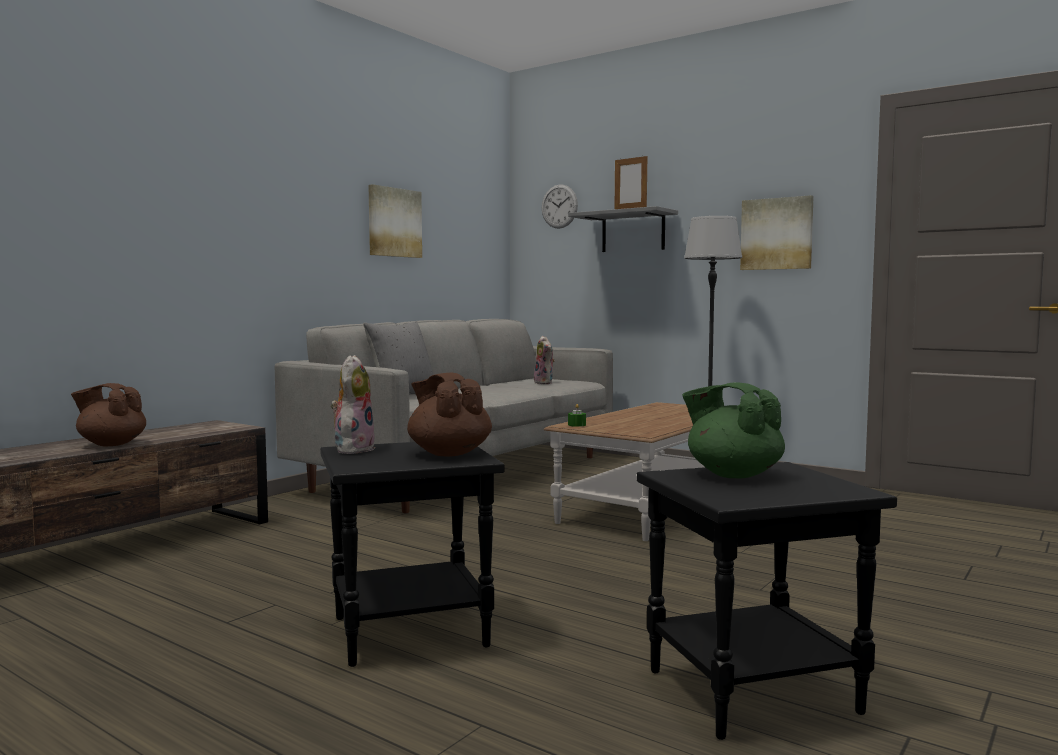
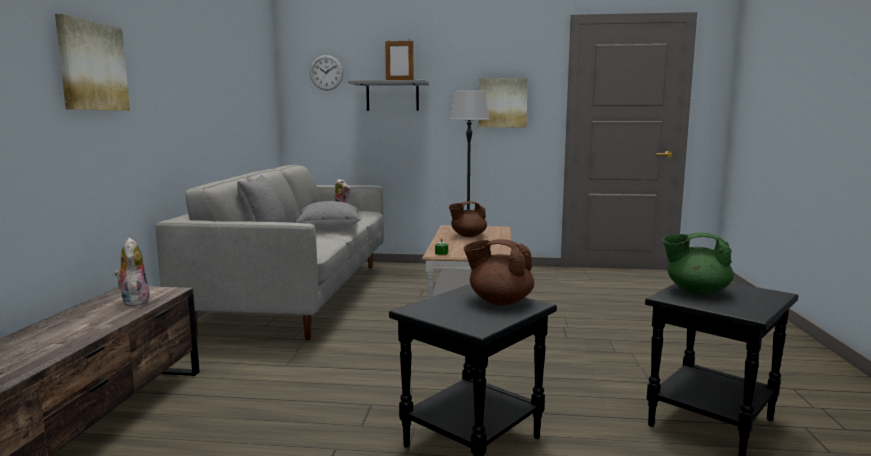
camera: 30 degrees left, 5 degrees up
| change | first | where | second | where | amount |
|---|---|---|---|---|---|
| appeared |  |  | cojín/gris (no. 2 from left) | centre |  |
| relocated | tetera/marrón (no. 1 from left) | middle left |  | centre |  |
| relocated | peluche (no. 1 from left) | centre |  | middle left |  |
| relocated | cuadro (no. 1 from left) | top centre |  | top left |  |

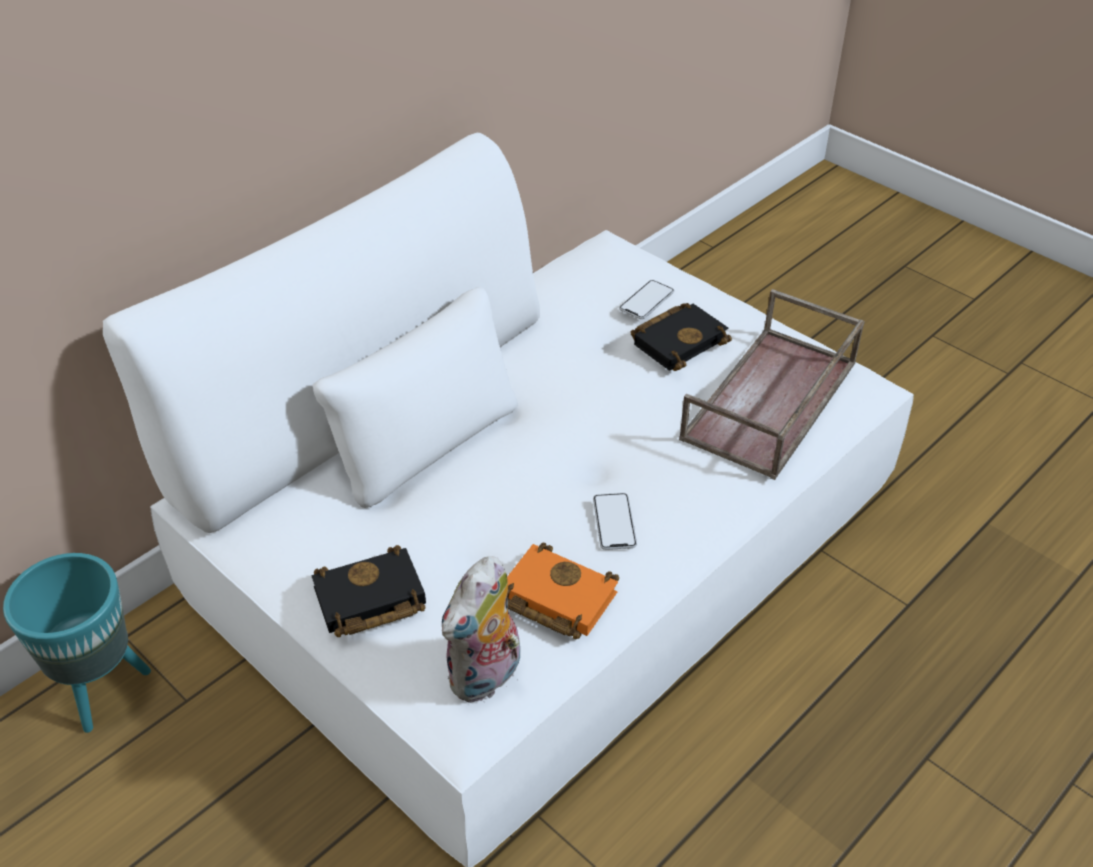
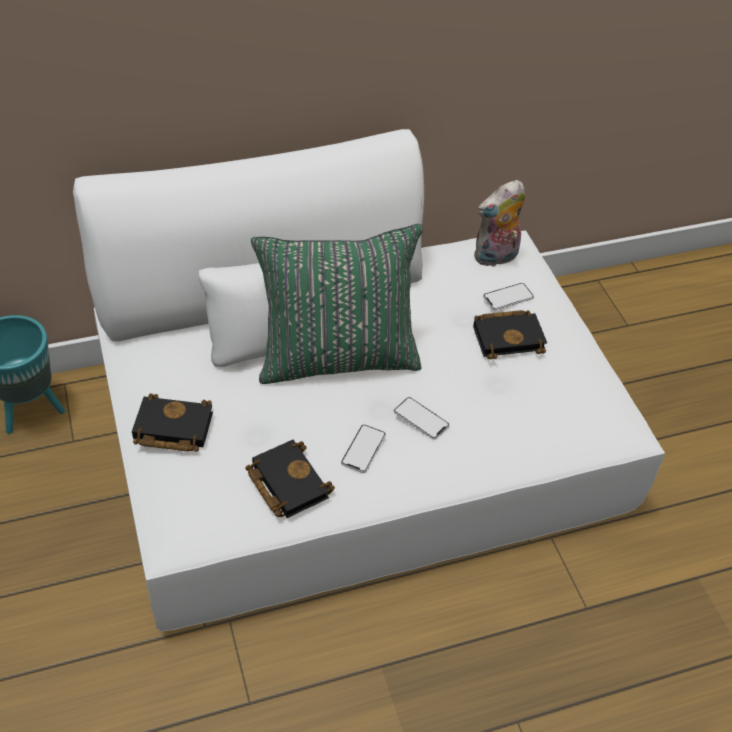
camera: 25 degrees right, 5 degrees up
| change | first | where | second | where | amount |
|---|---|---|---|---|---|
| missing | bandeja/marrón | middle right |  |  |  |
| appeared |  |  | cojín/verde | centre |  |
| appeared |  |  | móvil (no. 2 from left) | centre |  |
| relocated | peluche | bottom centre |  | top right |  |
| colour | libro/naranja | bottom centre | libro/negro (no. 2 from left) | centre |  |

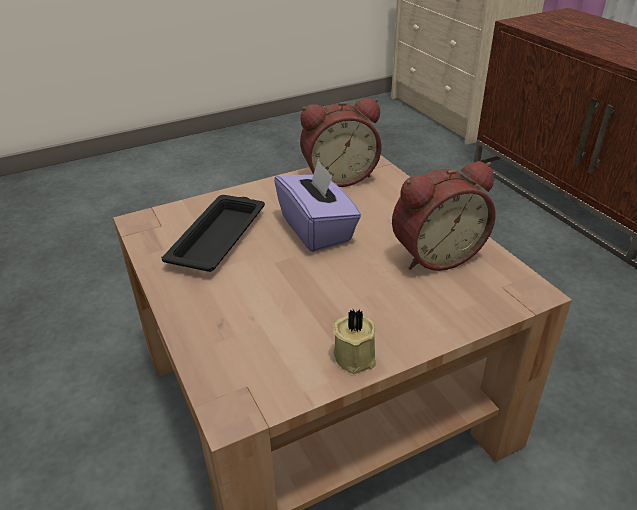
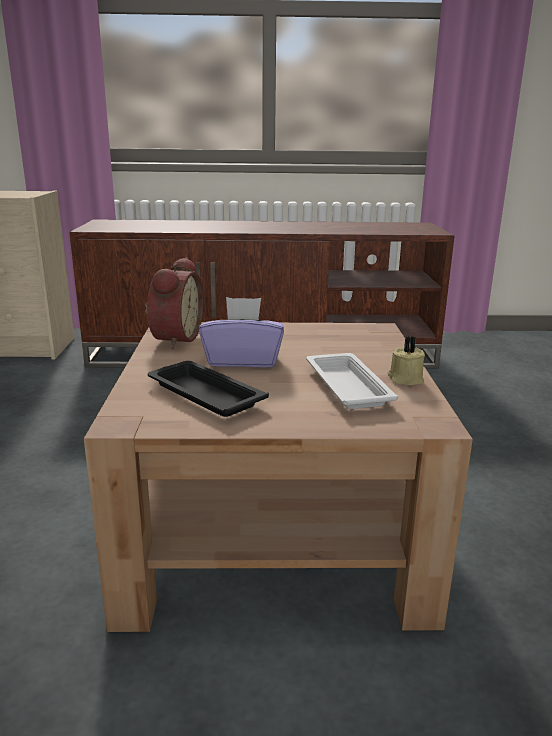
camera: 65 degrees left, 15 degrees down
| change | first | where | second | where | amount |
|---|---|---|---|---|---|
| missing | despertador (no. 2 from left) | middle right |  |  |  |
| appeared |  |  | bandeja/blanco | centre |  |

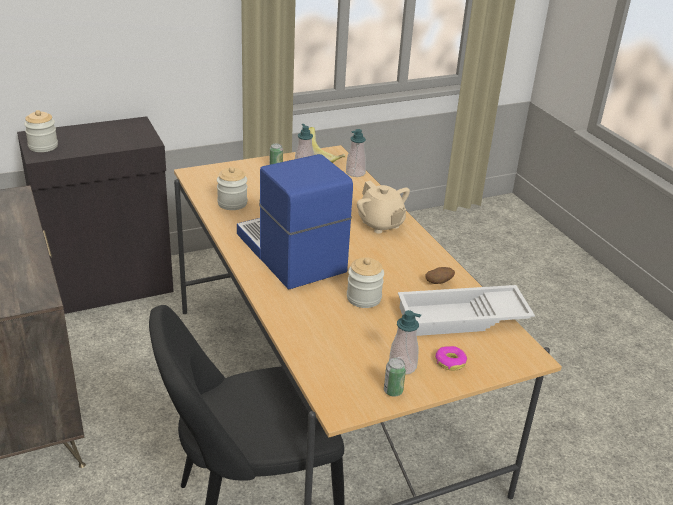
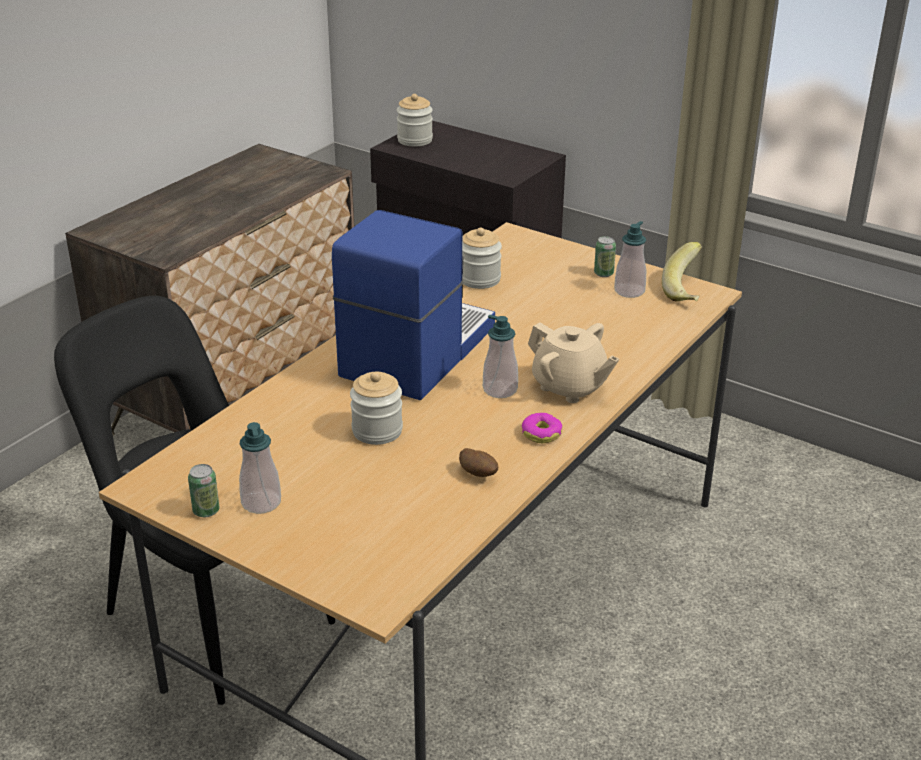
camera: 60 degrees right, 0 degrees up
| change | first | where | second | where | amount |
|---|---|---|---|---|---|
| missing | bandeja/blanco | middle right |  |  |  |
| relocated | dispensador de jabón (no. 2 from left) | top centre |  | centre |  |
| relocated | rosquilla | bottom right |  | centre |  |
| spun | tetera/beis | centre |  | centre | 75 degrees counterclockwise |

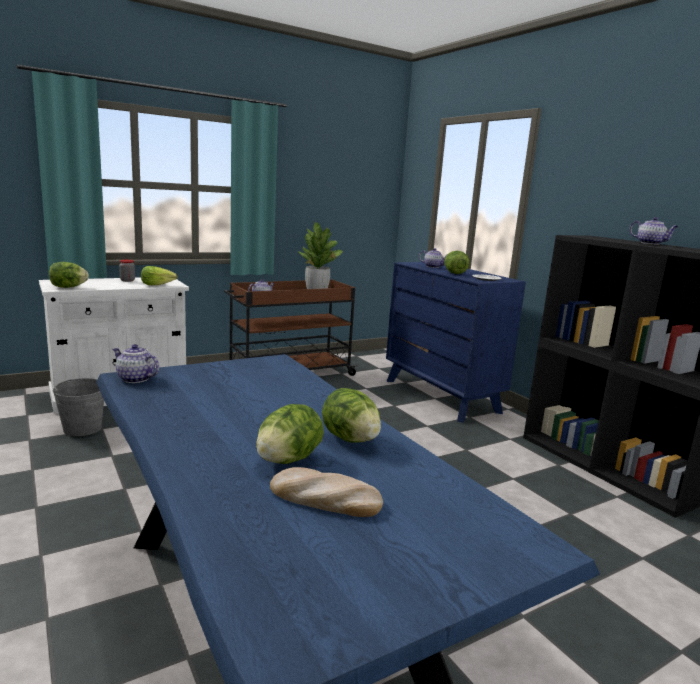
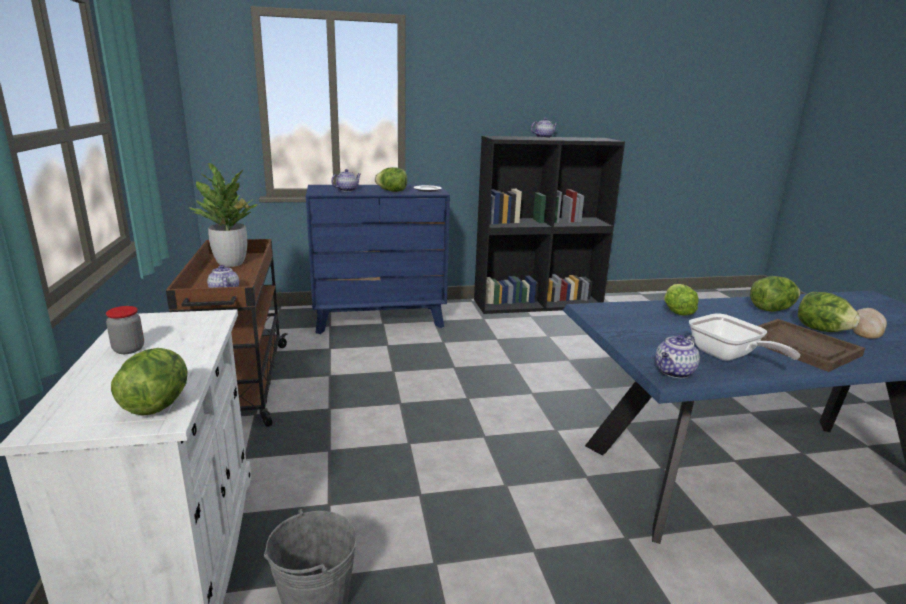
camera: 70 degrees left, 5 degrees up
| change | first | where | second | where | amount |
|---|---|---|---|---|---|
| appeared |  |  | sartén | middle right |  |
| appeared |  |  | bandeja/marrón | middle right |  |
| relocated | lechuga (no. 2 from left in the first image) | middle left | lechuga (no. 3 from left) | middle right |  |

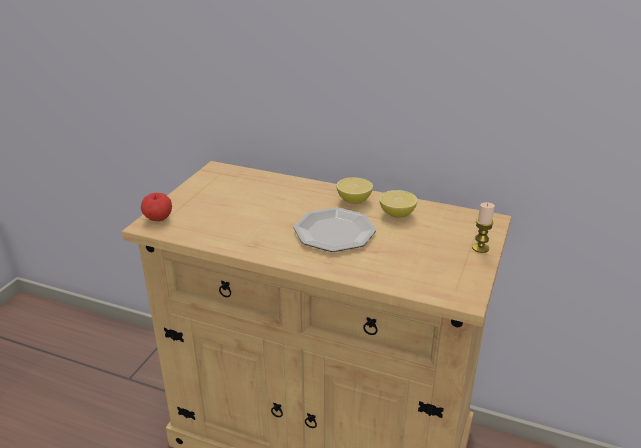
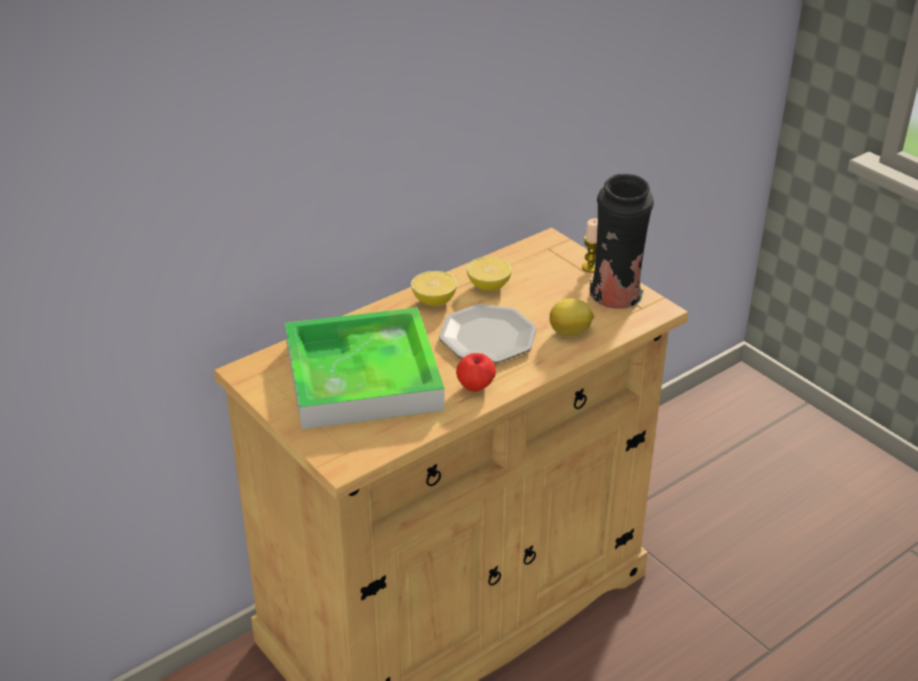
camera: 60 degrees left, 5 degrees up
| change | first | where | second | where | amount |
|---|---|---|---|---|---|
| appeared |  |  | bandeja | centre |  |
| appeared |  |  | limón (no. 3 from left) | centre |  |
| appeared |  |  | florero/negro | middle right |  |
| relocated | manzana | middle left |  | centre |  |

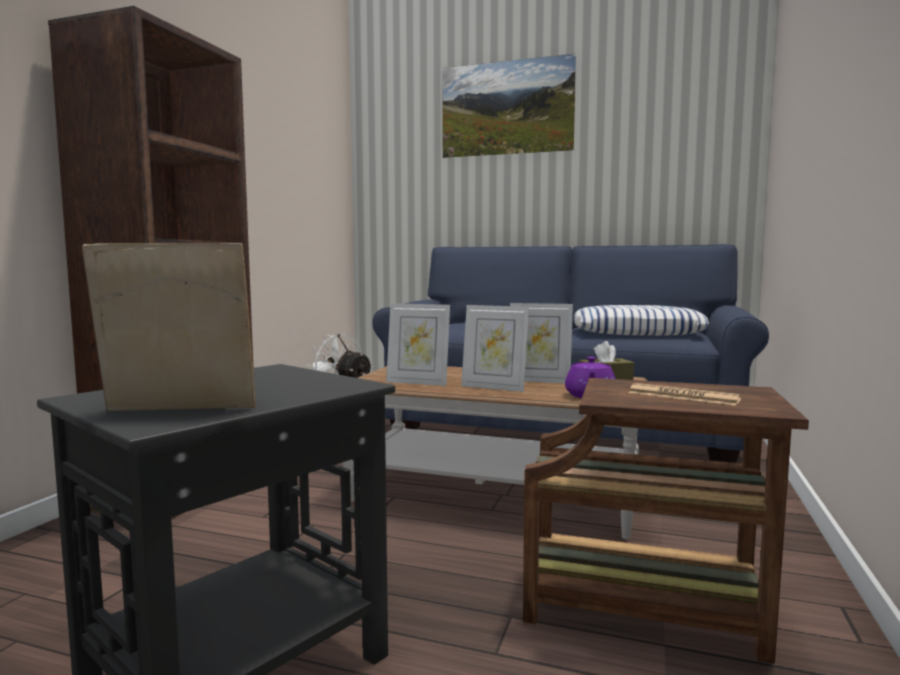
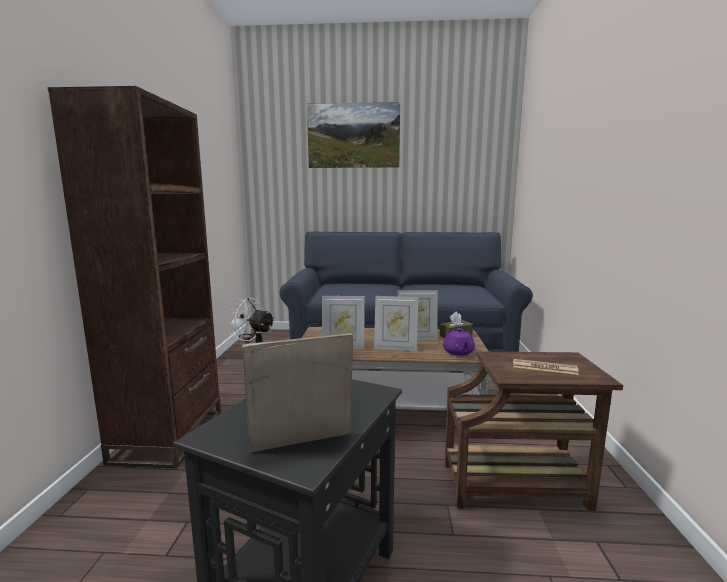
camera: 15 degrees left, 5 degrees up
| change | first | where | second | where | amount |
|---|---|---|---|---|---|
| missing | cojín | middle right |  |  |  |

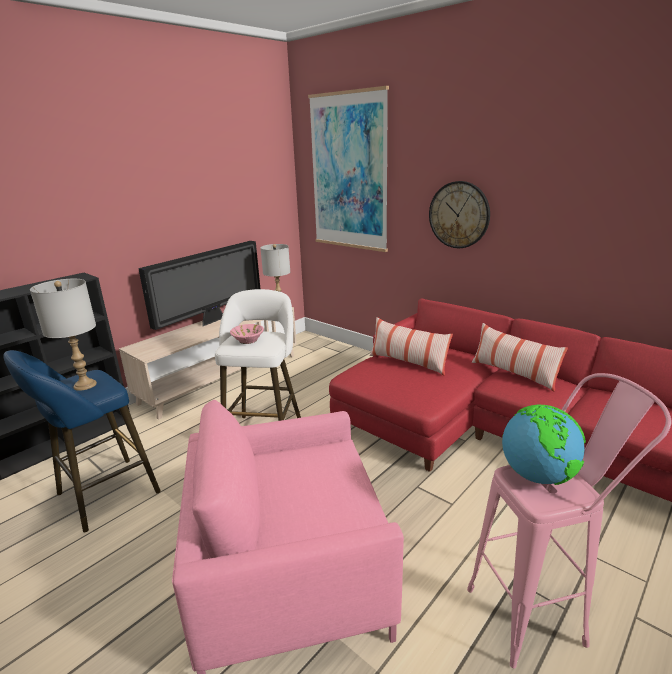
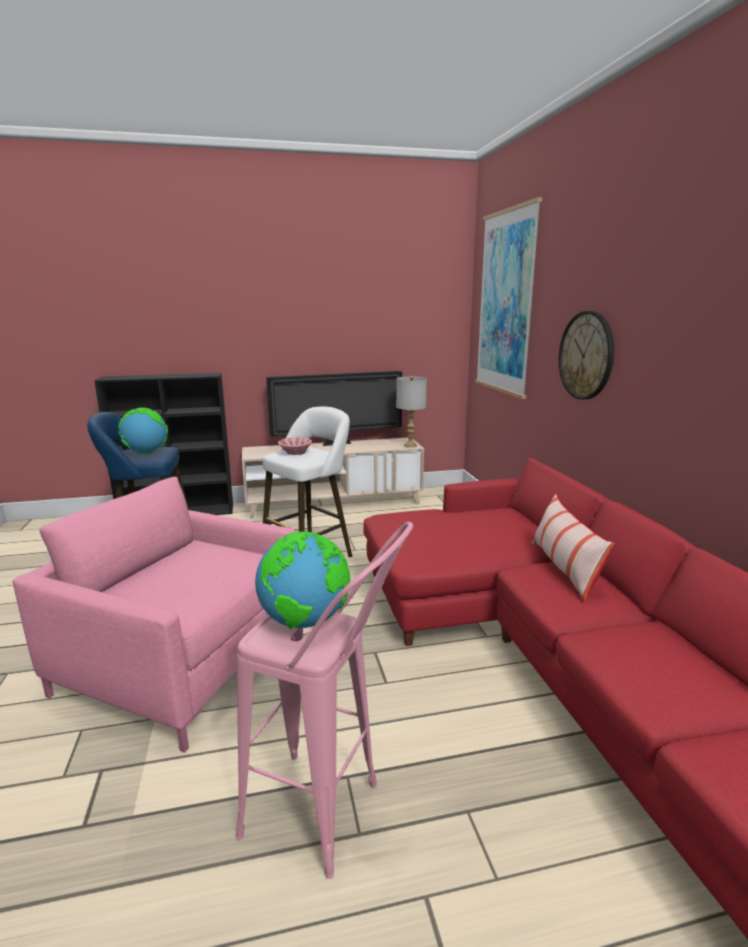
camera: 35 degrees right, 5 degrees down
| change | first | where | second | where | amount |
|---|---|---|---|---|---|
| missing | cojín (no. 1 from left) | centre |  |  |  |
| exchanged | lámpara de mesa/gris (no. 1 from left) | middle left | globo terráqueo (no. 1 from left) | middle left |  |

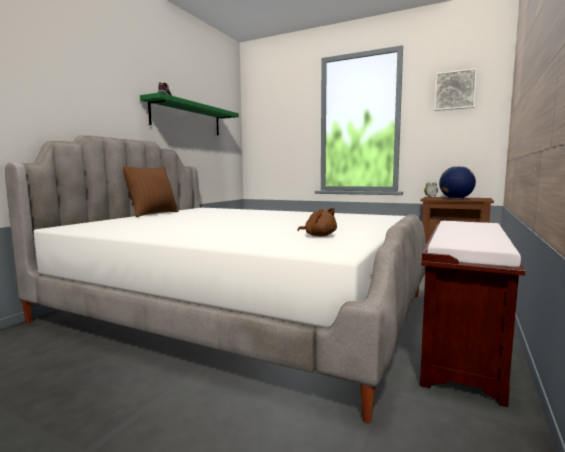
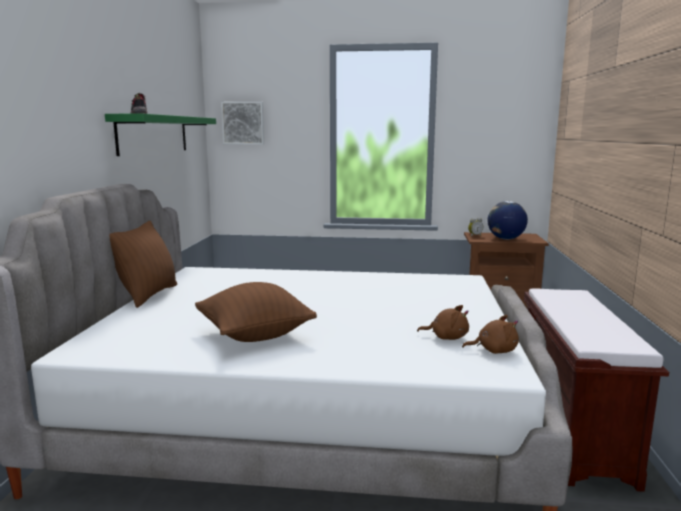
camera: 20 degrees left, 5 degrees up
| change | first | where | second | where | amount |
|---|---|---|---|---|---|
| appeared |  |  | cojín/marrón (no. 2 from left) | centre |  |
| appeared |  |  | peluche/marrón (no. 2 from left) | middle right |  |
| relocated | cuadro | top right |  | top centre |  |

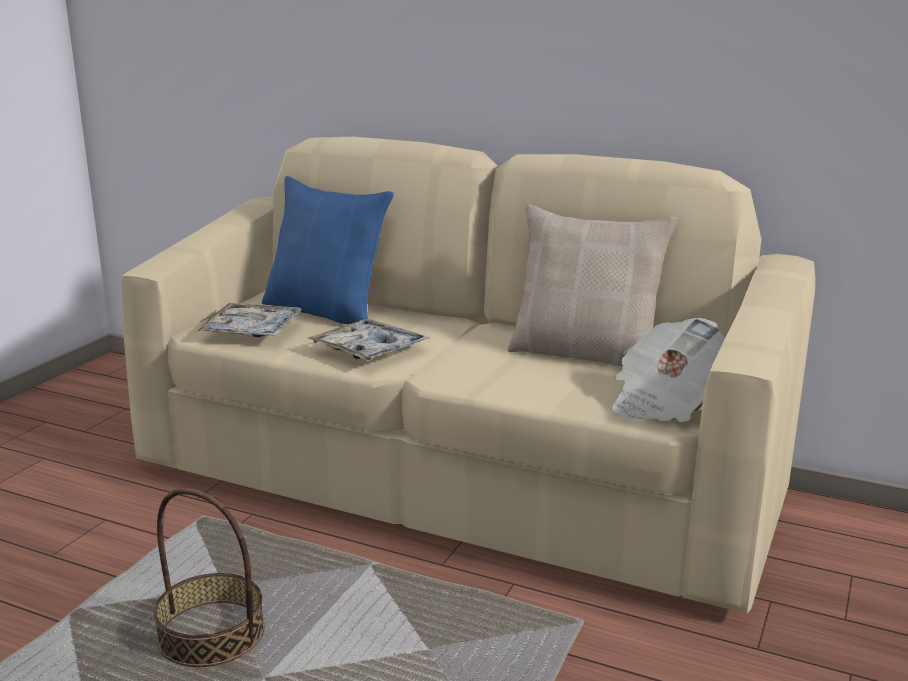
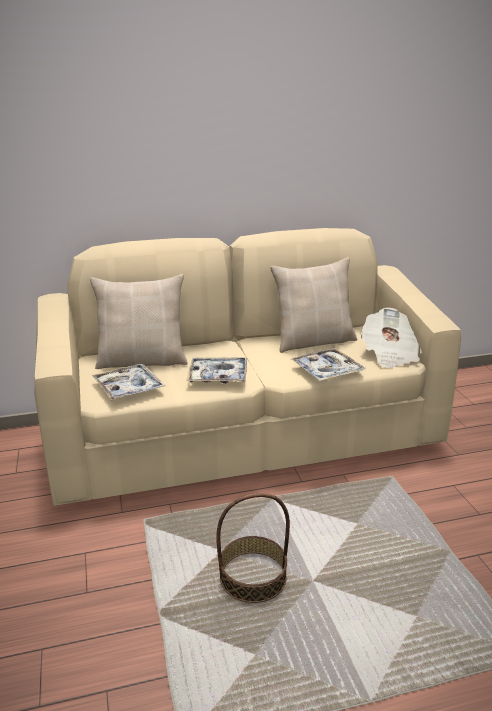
camera: 40 degrees left, 5 degrees up
| change | first | where | second | where | amount |
|---|---|---|---|---|---|
| appeared |  |  | bandeja (no. 3 from left) | middle right |  |
| colour | cojín/azul | centre | cojín/beis (no. 1 from left) | middle left |  |

